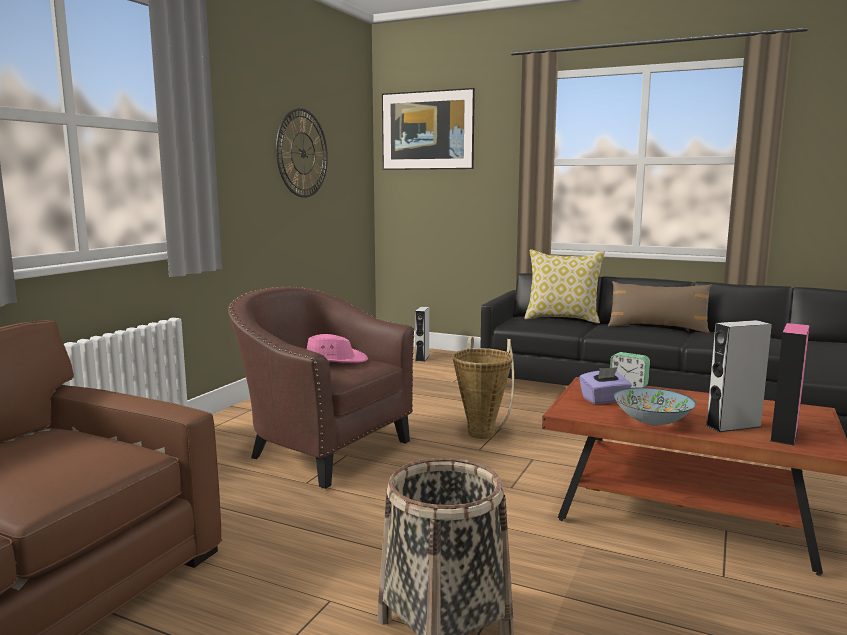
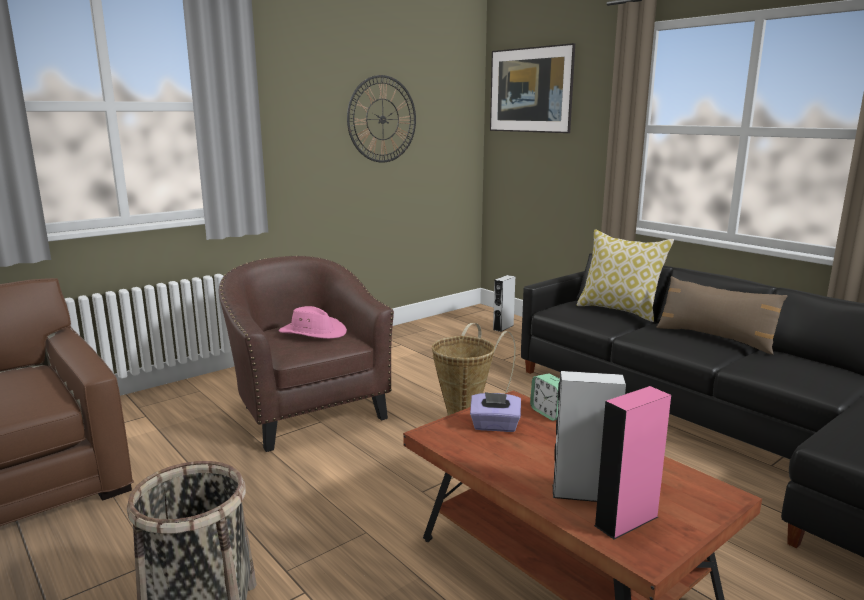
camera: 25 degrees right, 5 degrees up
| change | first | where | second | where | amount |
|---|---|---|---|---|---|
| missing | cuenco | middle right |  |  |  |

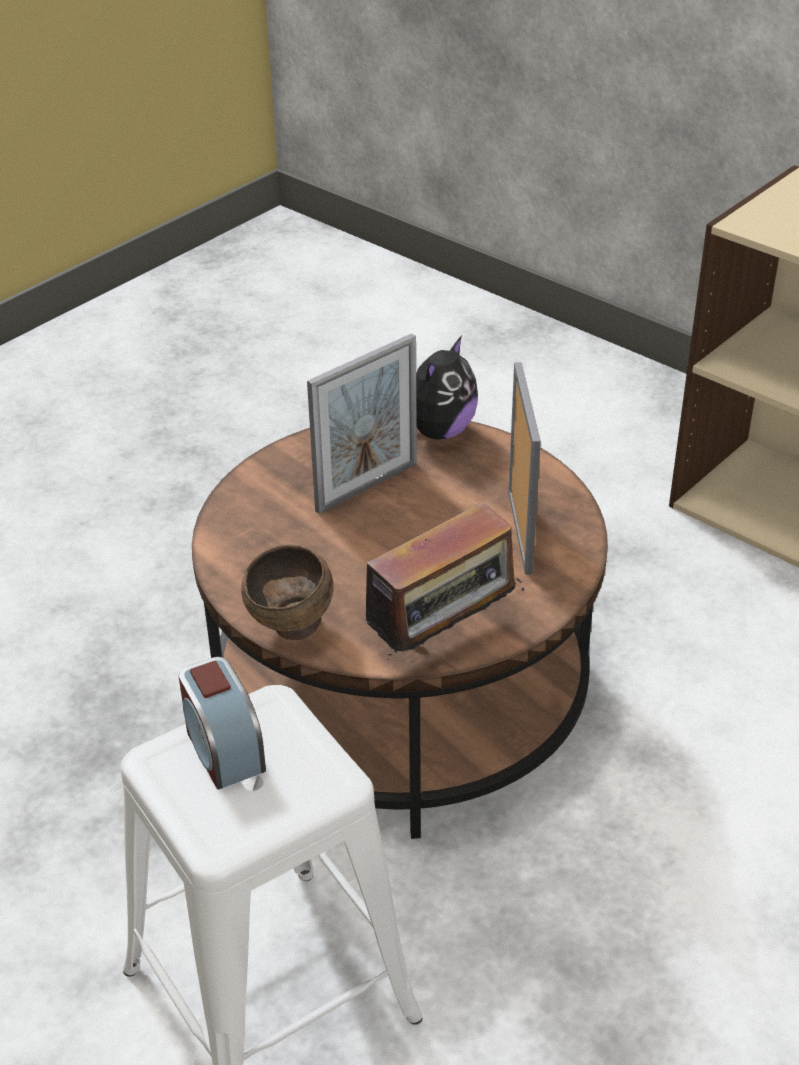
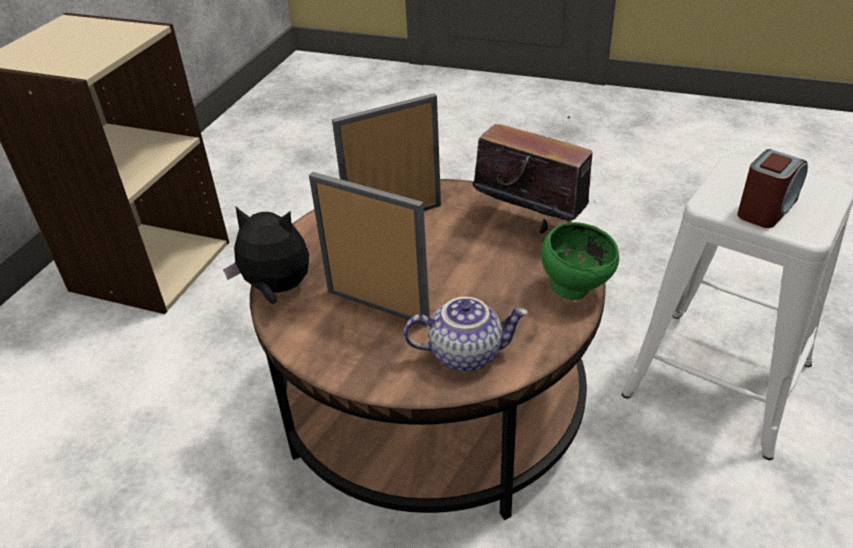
camera: 110 degrees left, 0 degrees up
| change | first | where | second | where | amount |
|---|---|---|---|---|---|
| appeared |  |  | tetera | centre |  |
| colour | cuenco/marrón | centre | cuenco/verde | middle right |  |

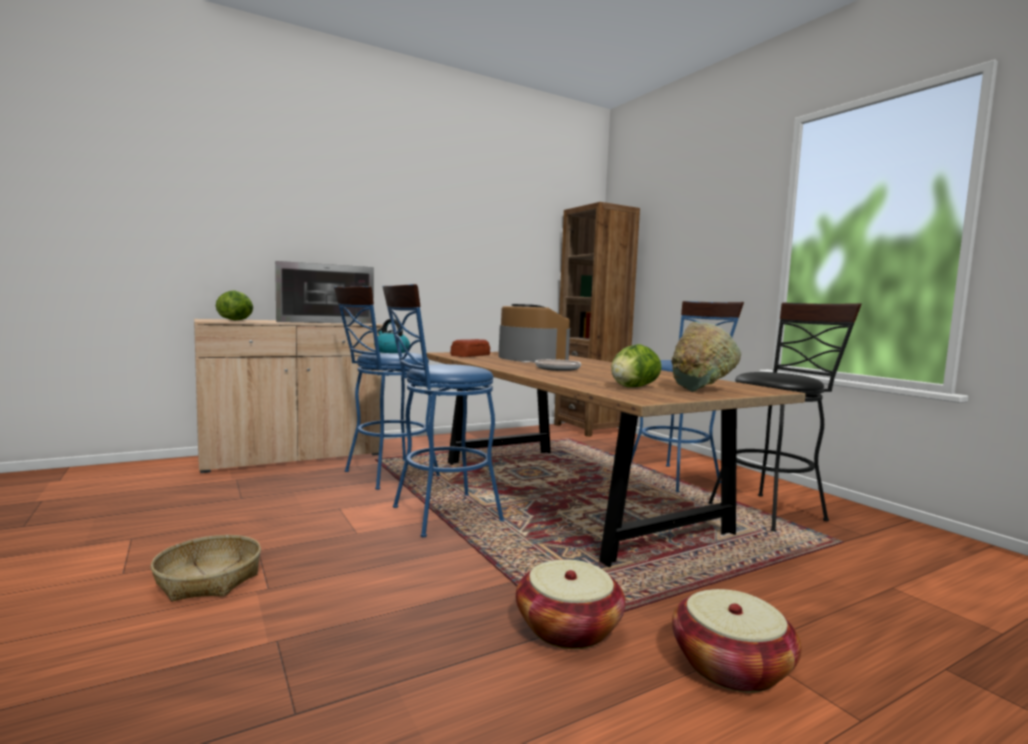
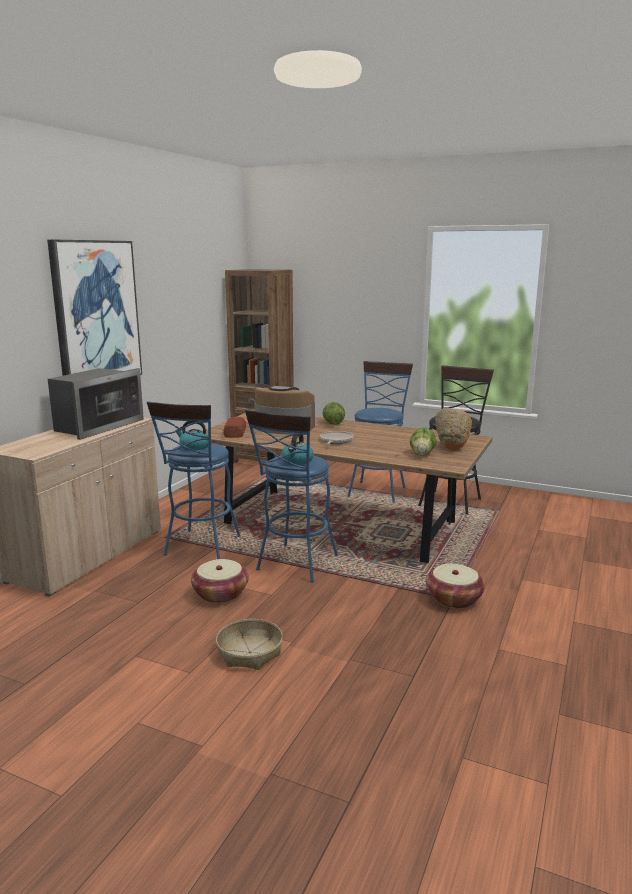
camera: 35 degrees left, 10 degrees up
| change | first | where | second | where | amount |
|---|---|---|---|---|---|
| appeared |  |  | cuadro | middle left |  |
| appeared |  |  | hervidor (no. 2 from left) | centre |  |
| relocated | lechuga (no. 1 from left) | middle left |  | centre |  |
| relocated | cesta (no. 3 from left in the first image) | bottom right | cesta (no. 1 from left) | centre |  |
| colour | cuenco/verde | middle right | cuenco/naranja | middle right |  |

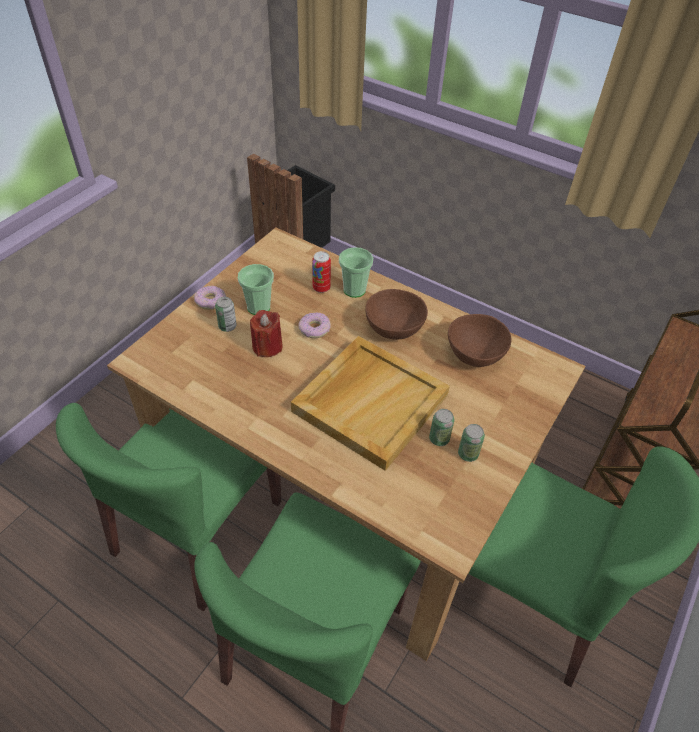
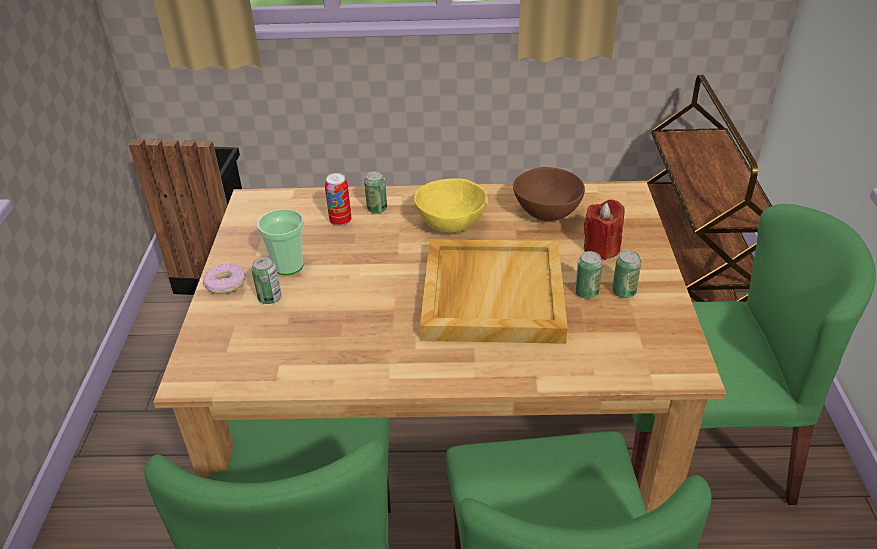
camera: 30 degrees left, 10 degrees down
| change | first | where | second | where | amount |
|---|---|---|---|---|---|
| missing | rosquilla (no. 2 from left) | centre |  |  |  |
| relocated | vela/rojo | centre |  | middle right |  |
| exchanged | taza (no. 2 from left) | centre | lata (no. 3 from left) | centre |  |
| colour | cuenco/marrón (no. 1 from left) | centre | cuenco/amarillo | centre |  |

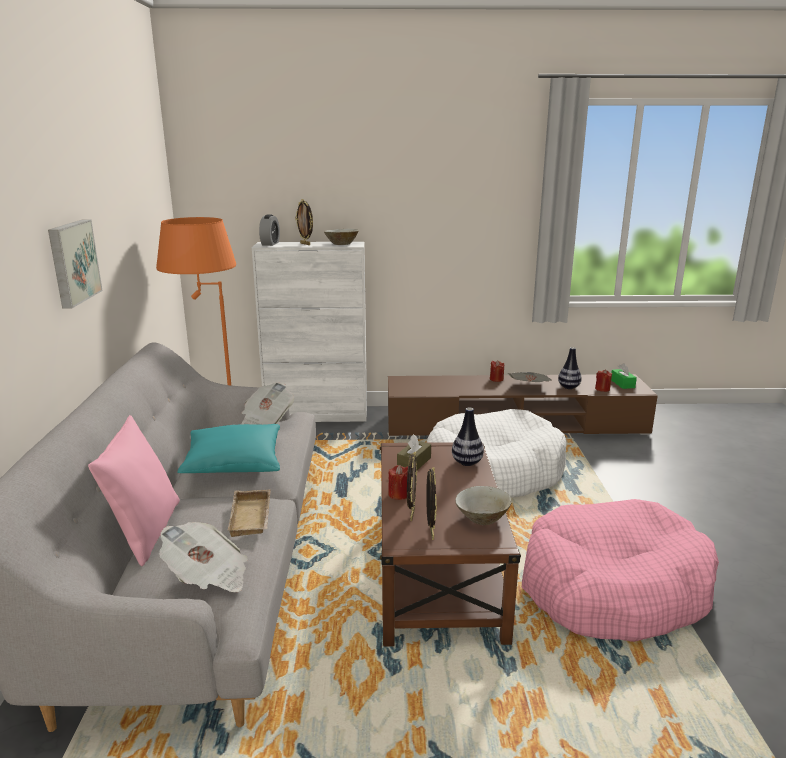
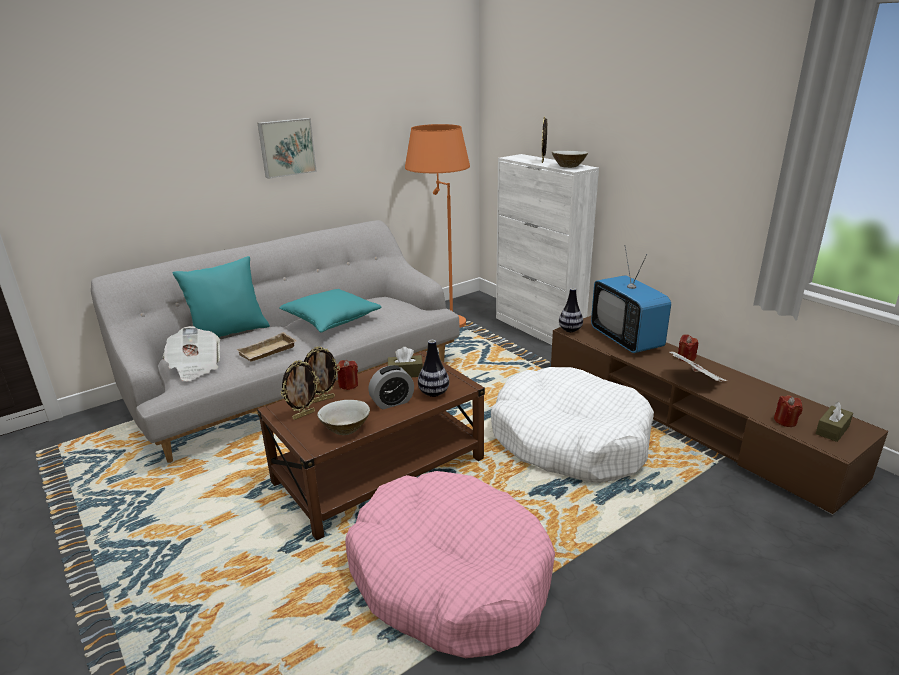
camera: 55 degrees right, 5 degrees up
| change | first | where | second | where | amount |
|---|---|---|---|---|---|
| missing | periódico (no. 2 from left) | centre |  |  |  |
| appeared |  |  | televisor | middle right |  |
| relocated | despertador | top centre |  | centre |  |
| relocated | florero (no. 2 from left) | middle right |  | centre |  |
| colour | cojín/rosa | middle left | cojín/turquesa (no. 1 from left) | middle left |  |
| colour | caja de pañuelos/verde | middle right | caja de pañuelos/marrón (no. 2 from left) | middle right |  |

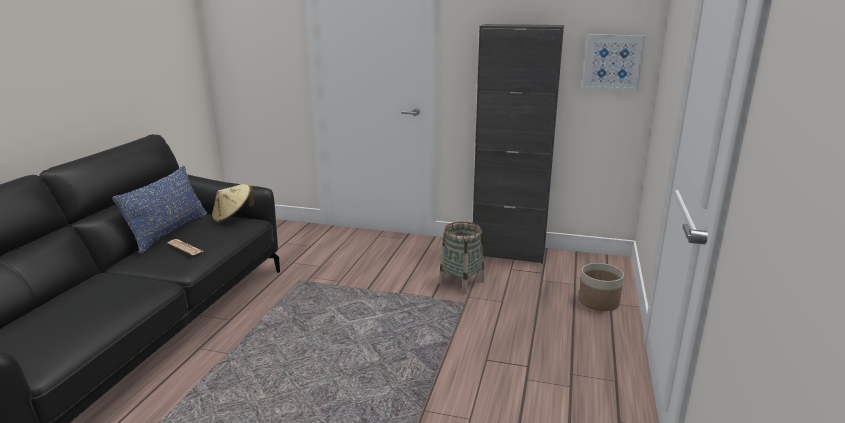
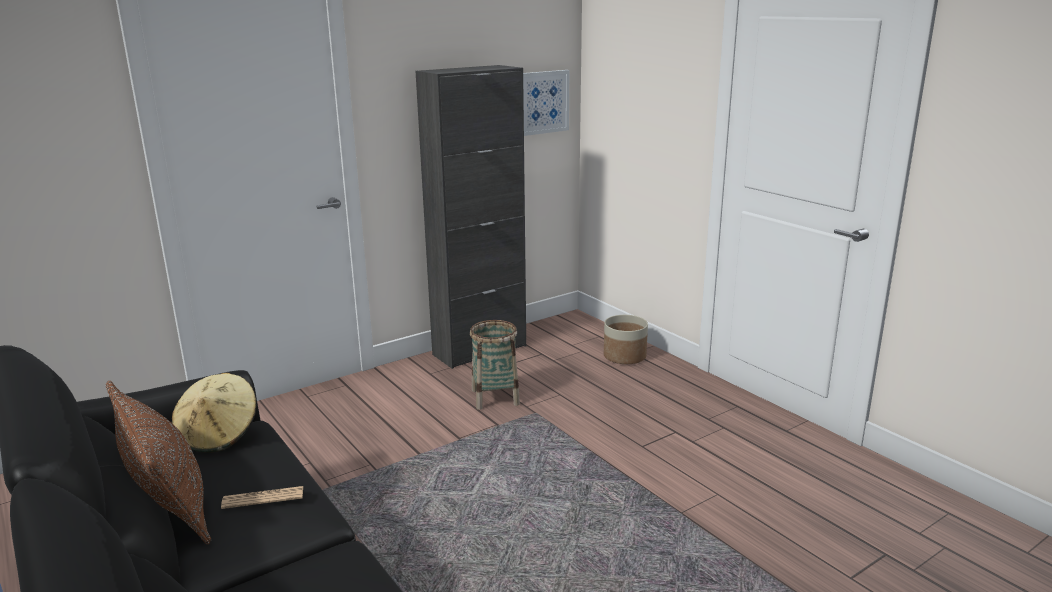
camera: 50 degrees left, 0 degrees up
| change | first | where | second | where | amount |
|---|---|---|---|---|---|
| colour | cojín/azul | middle left | cojín/marrón | bottom left |  |

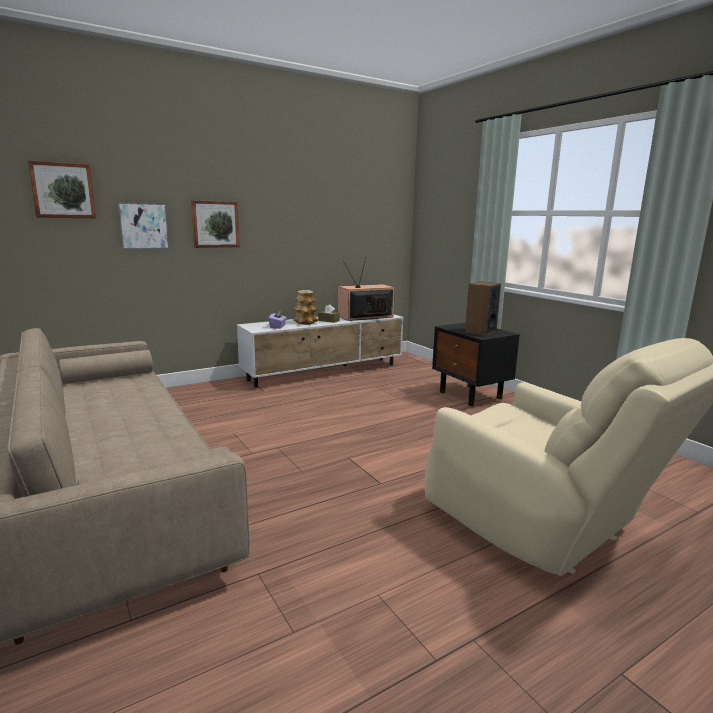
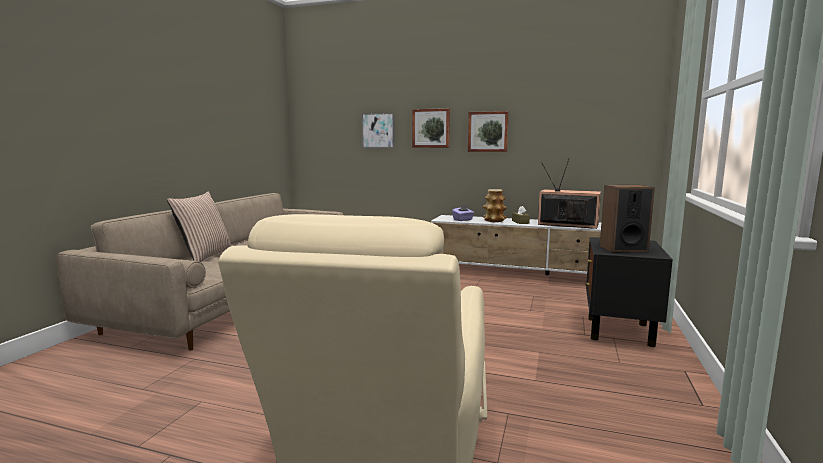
camera: 50 degrees right, 5 degrees down
| change | first | where | second | where | amount |
|---|---|---|---|---|---|
| appeared |  |  | cojín | middle left |  |
| relocated | cuadro (no. 1 from left in the first image) | top left | cuadro (no. 3 from left) | top centre |  |

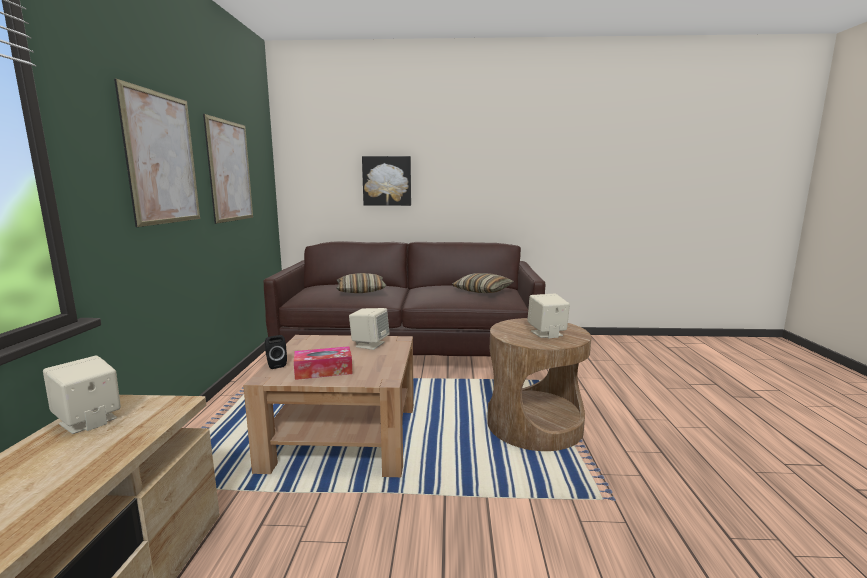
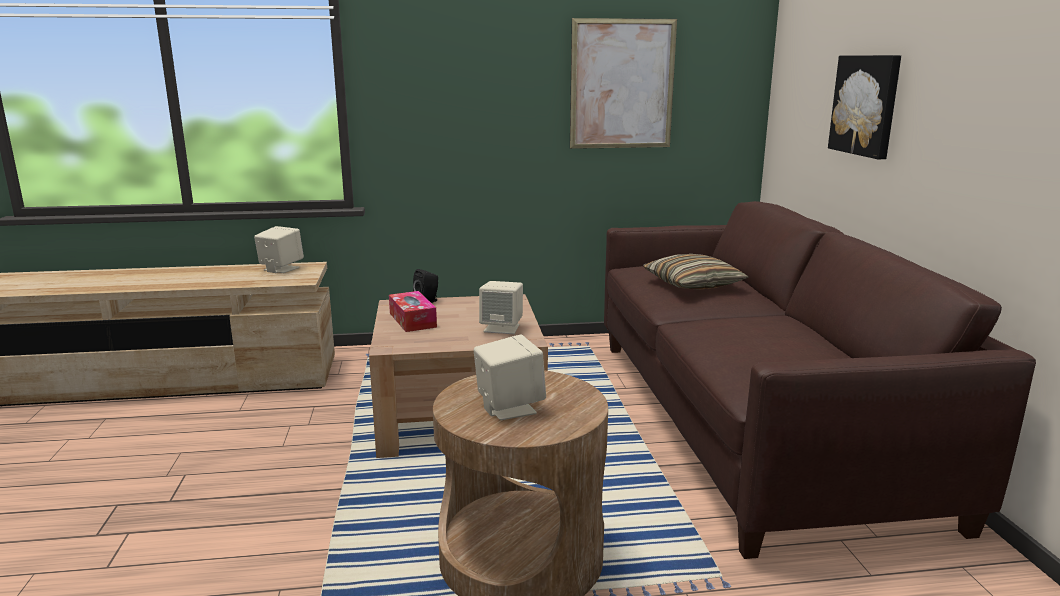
camera: 80 degrees right, 5 degrees up
| change | first | where | second | where | amount |
|---|---|---|---|---|---|
| missing | cuadro (no. 1 from left) | top left |  |  |  |
| missing | cojín (no. 2 from left) | centre |  |  |  |

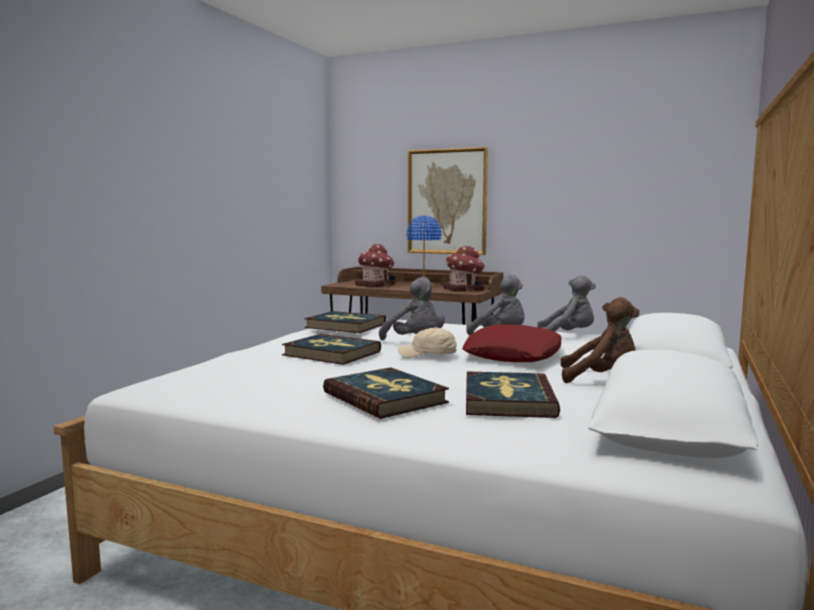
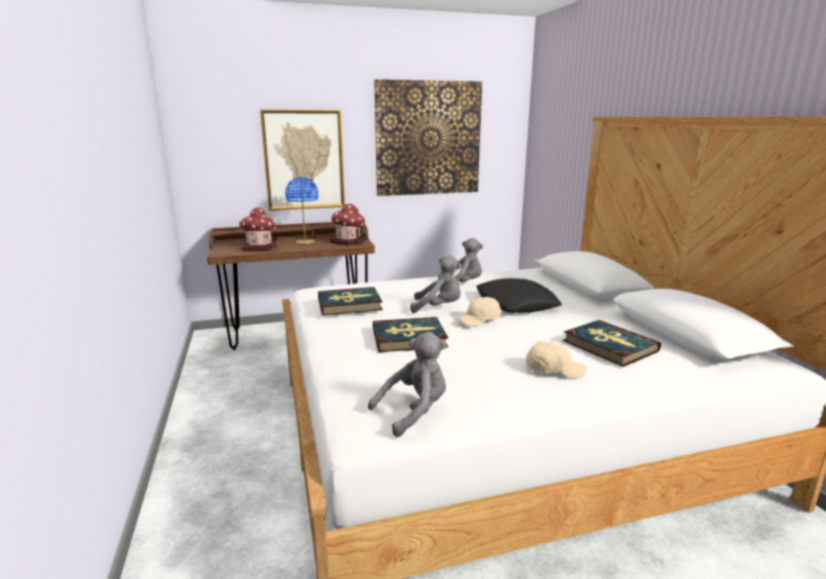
camera: 40 degrees left, 10 degrees up
| change | first | where | second | where | amount |
|---|---|---|---|---|---|
| missing | peluche/marrón | middle right |  |  |  |
| appeared |  |  | cuadro (no. 2 from left) | top centre |  |
| relocated | peluche/gris (no. 3 from left in the first image) | middle right | peluche/gris (no. 1 from left) | centre |  |
| exchanged | libro (no. 3 from left) | centre | gorra/beis (no. 2 from left) | middle right |  |
| colour | cojín/rojo | centre | cojín/negro | centre |  |

